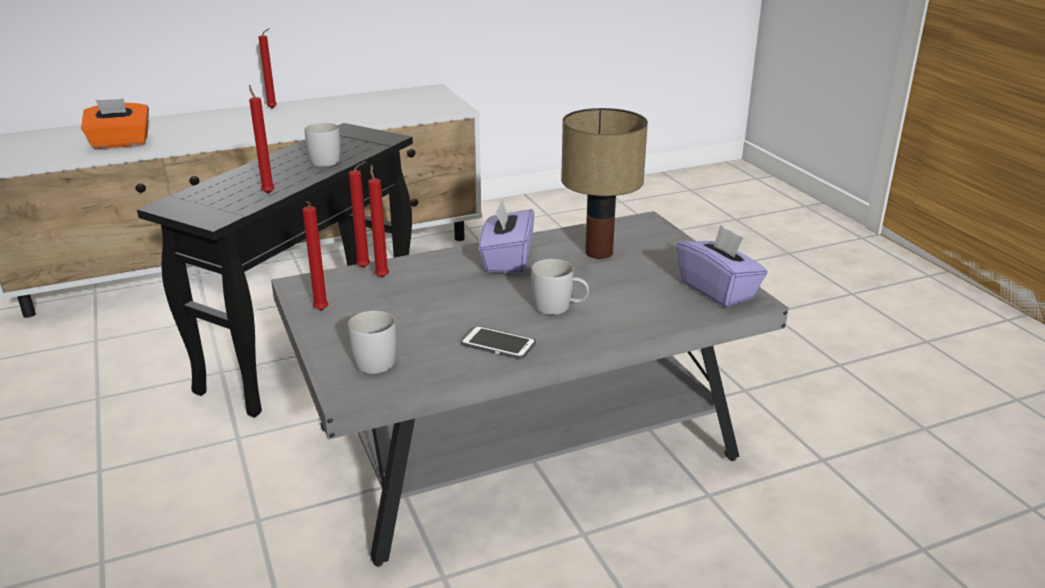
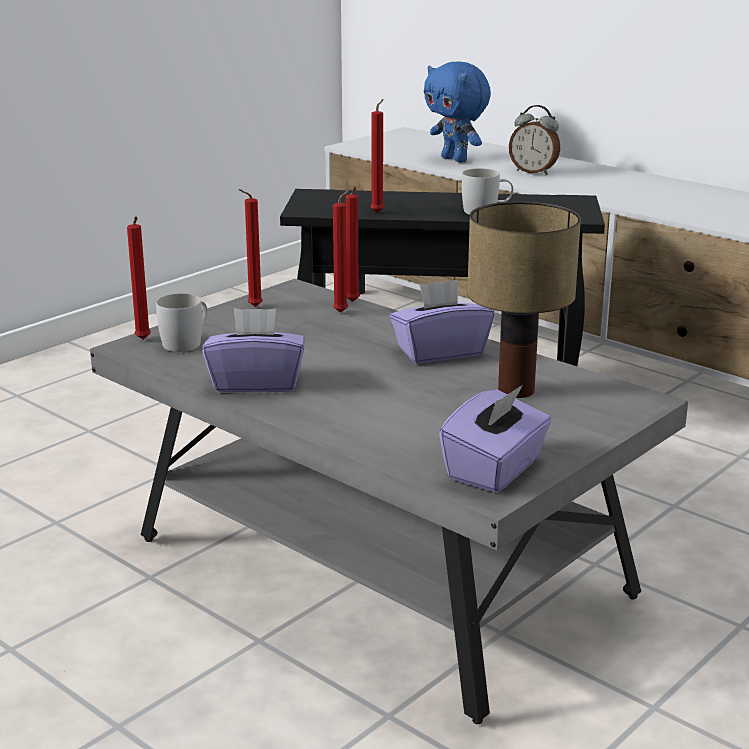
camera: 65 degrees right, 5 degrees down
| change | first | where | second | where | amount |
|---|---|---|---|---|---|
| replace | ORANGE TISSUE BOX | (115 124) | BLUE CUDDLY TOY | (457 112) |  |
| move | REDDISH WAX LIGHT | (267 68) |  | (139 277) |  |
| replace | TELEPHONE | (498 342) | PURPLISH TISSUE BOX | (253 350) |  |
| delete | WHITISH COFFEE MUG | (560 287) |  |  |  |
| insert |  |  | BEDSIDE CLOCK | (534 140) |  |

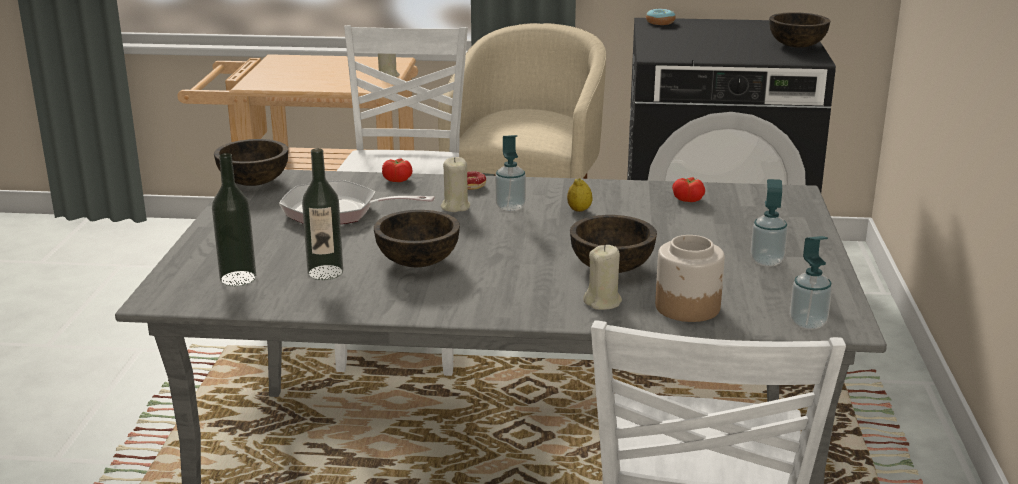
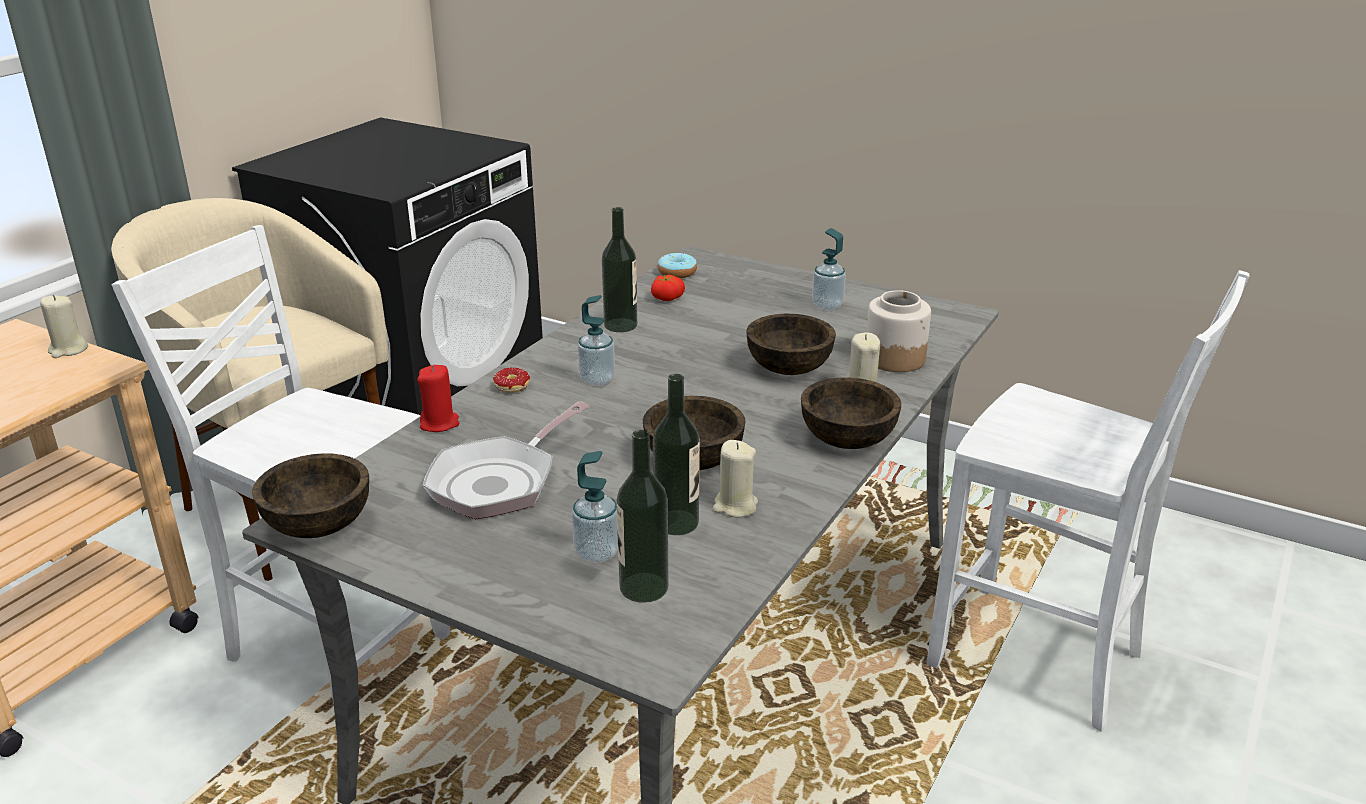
camera: 65 degrees left, 5 degrees up
| change | first | where | second | where | amount |
|---|---|---|---|---|---|
| replace | WHOLE TOMATO | (397 170) | REDDISH WAX LIGHT | (438 398) |  |
| move | BEIGE-COLOURED WAX LIGHT | (455 184) |  | (735 478) |  |
| delete | WHOLE LEMON | (580 195) |  |  |  |
| move | DONUT | (661 17) |  | (677 265) |  |
| move | BROWN DEEP DISH | (799 30) |  | (851 413) |  |
| move | SOAP BOTTLE | (811 283) |  | (595 507) |  |
| insert |  |  | DRINK BOTTLE | (619 269) |  |

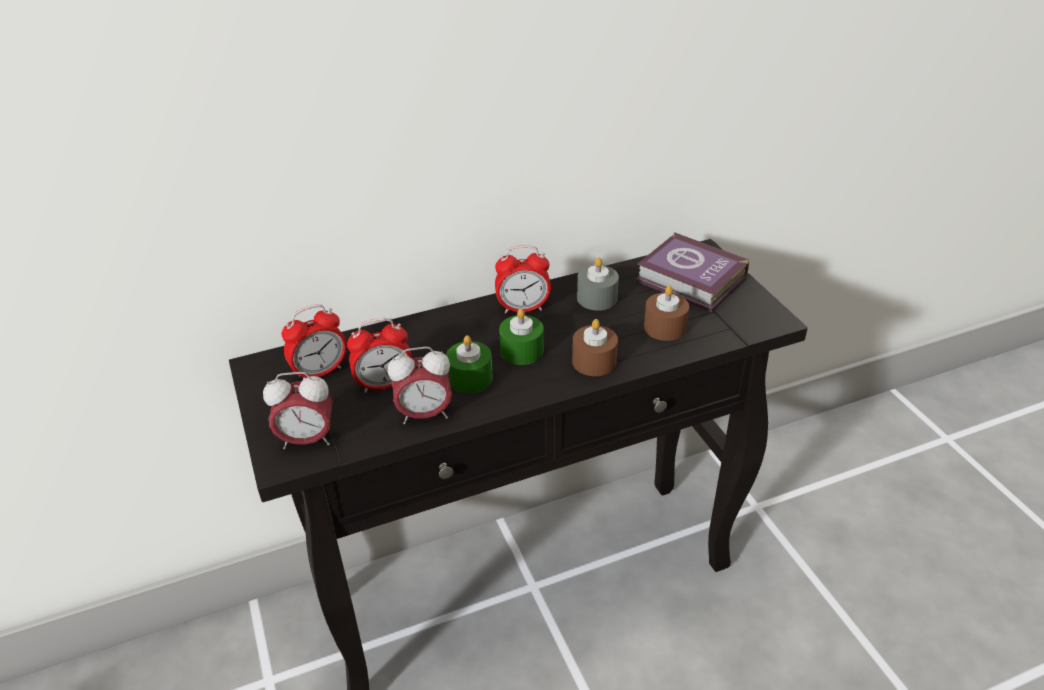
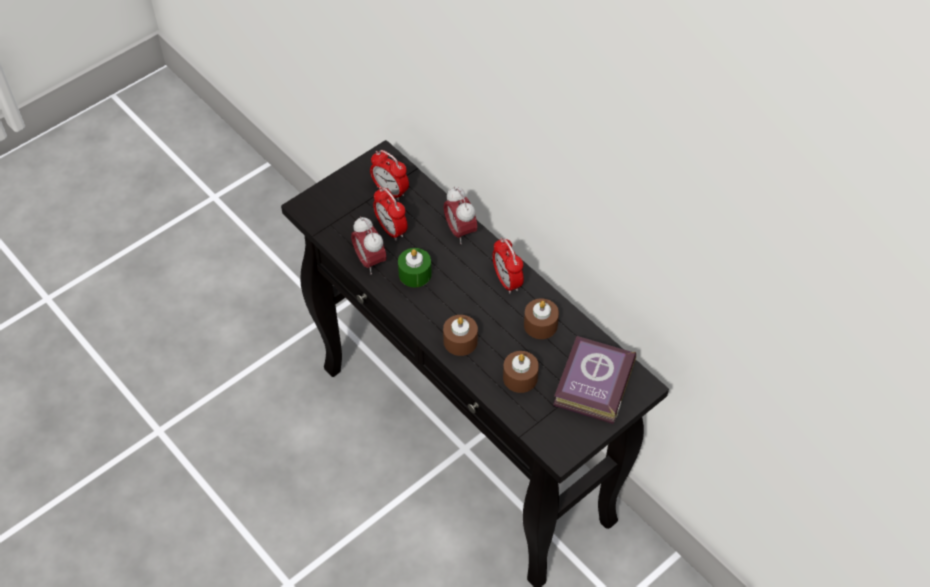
camera: 70 degrees right, 15 degrees up
| change | first | where | second | where | amount |
|---|---|---|---|---|---|
| move | BEDSIDE CLOCK | (298 410) |  | (460 215) |  |
| delete | GREEN WAX LIGHT | (521 336) |  |  |  |
| recolor | GREY WAX LIGHT | (598 284) | BROWN WAX LIGHT | (541 319) |  |

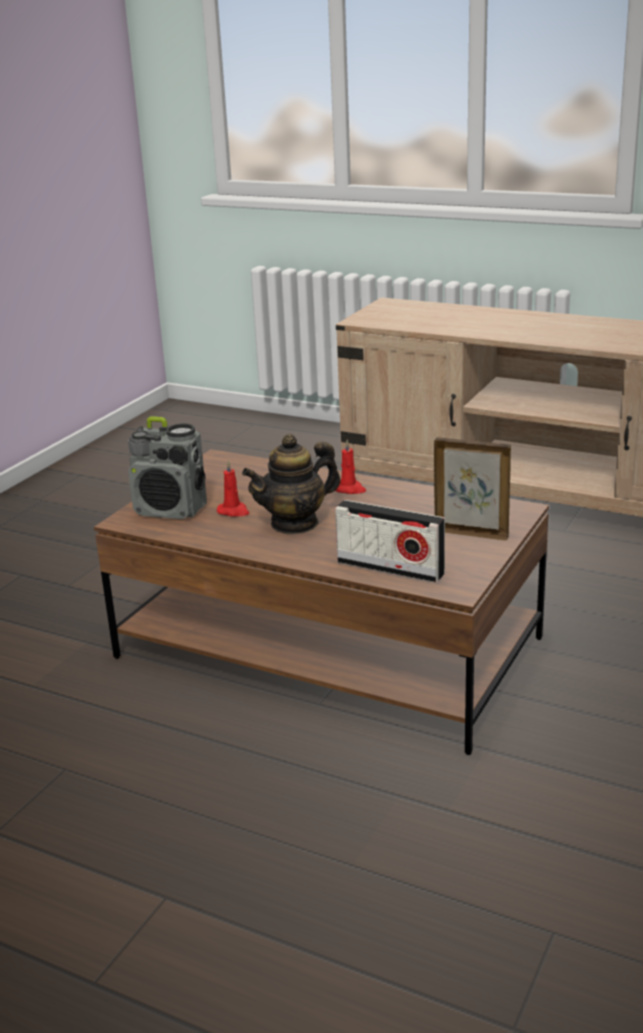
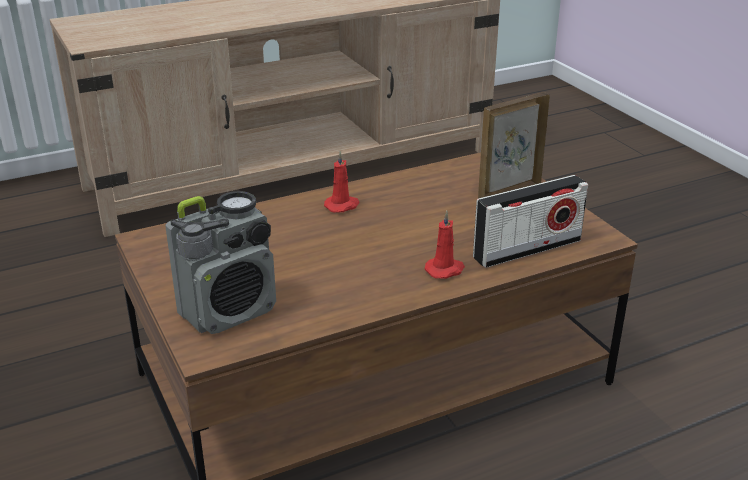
camera: 55 degrees left, 5 degrees up
| change | first | where | second | where | amount |
|---|---|---|---|---|---|
| move | REDDISH WAX LIGHT | (233 488) |  | (444 245) |  |
| delete | POT FOR TEA | (291 484) |  |  |  |

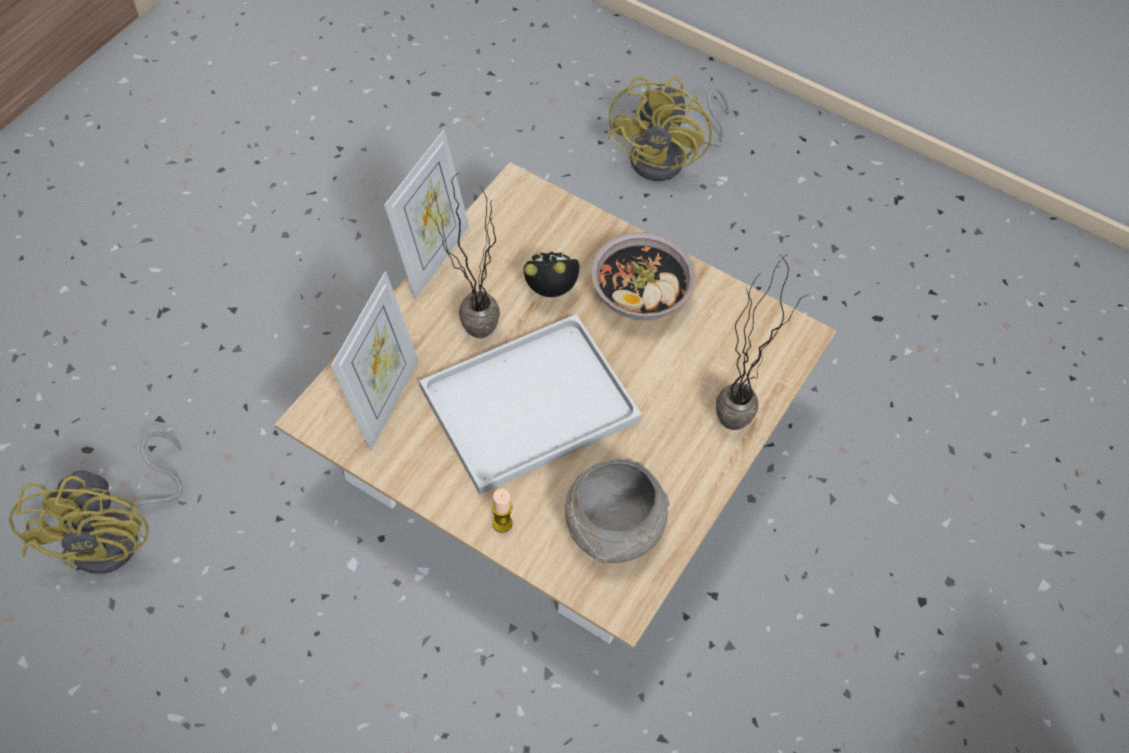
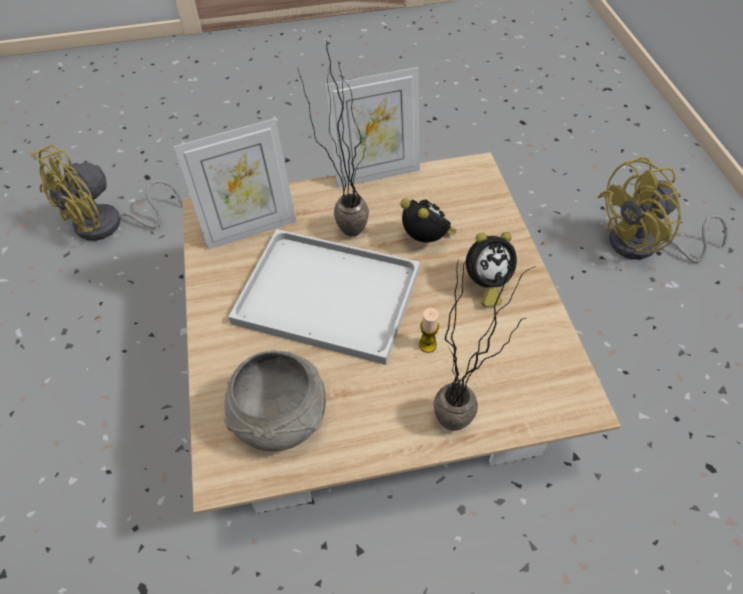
camera: 50 degrees right, 5 degrees down
| change | first | where | second | where | amount |
|---|---|---|---|---|---|
| move | WAX LIGHT | (502 511) |  | (429 330) |  |
| replace | DEEP DISH | (643 276) | BEDSIDE CLOCK | (491 269) |  |

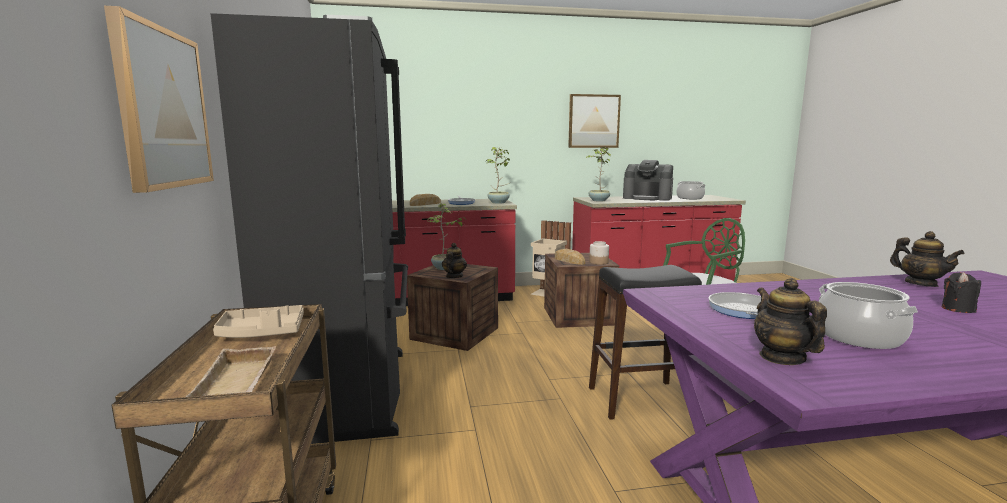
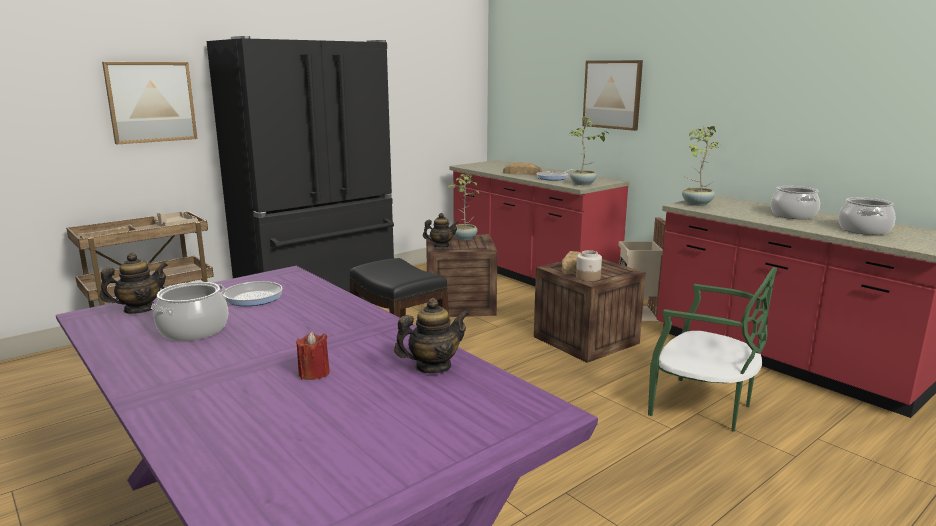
camera: 60 degrees right, 5 degrees up
| change | first | where | second | where | amount |
|---|---|---|---|---|---|
| move | PICTURE | (594 121) |  | (613 95) |  |
| replace | COFFEE MAKER | (648 180) | STOCKPOT | (795 202) |  |
| rotate | POT FOR TEA | (927 259) |  | (431 335) | 150 degrees counterclockwise |
| recolor | BLACK-COLOURED WAX LIGHT | (961 292) | REDDISH WAX LIGHT | (313 355) |  |

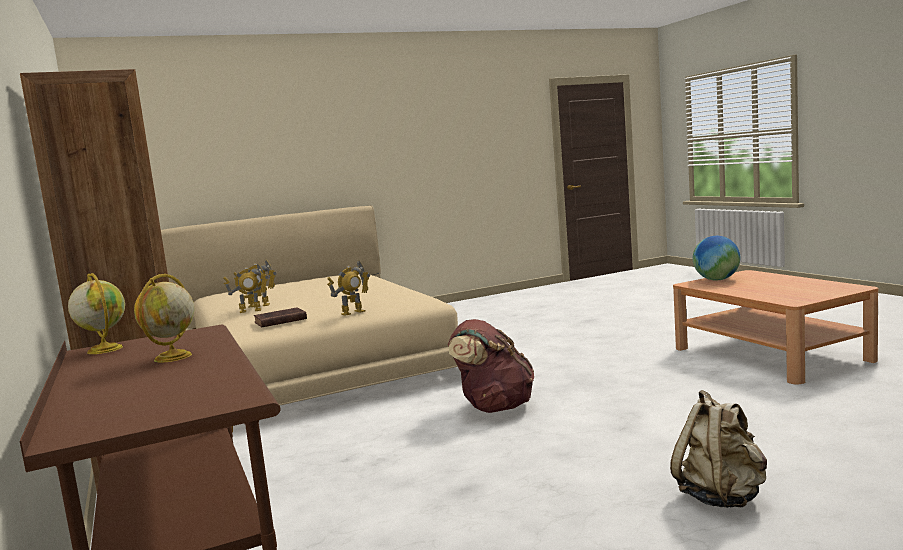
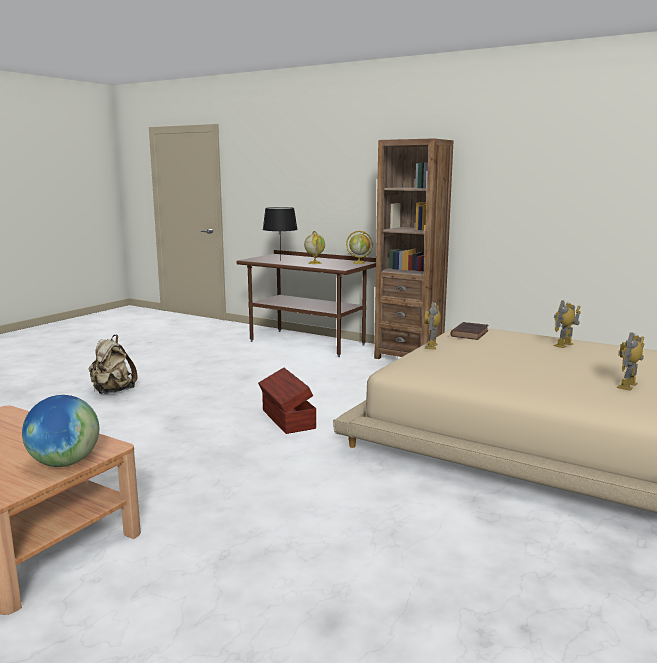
camera: 145 degrees right, 5 degrees up
| change | first | where | second | where | amount |
|---|---|---|---|---|---|
| move | MODEL ROBOT | (246 288) |  | (631 361) |  |
| replace | BROWN KNAPSACK | (491 366) | BROWN STORAGE CONTAINER | (287 401) |  |
| insert |  |  | BLACK-COLOURED TABLE LAMP | (280 234) |  |

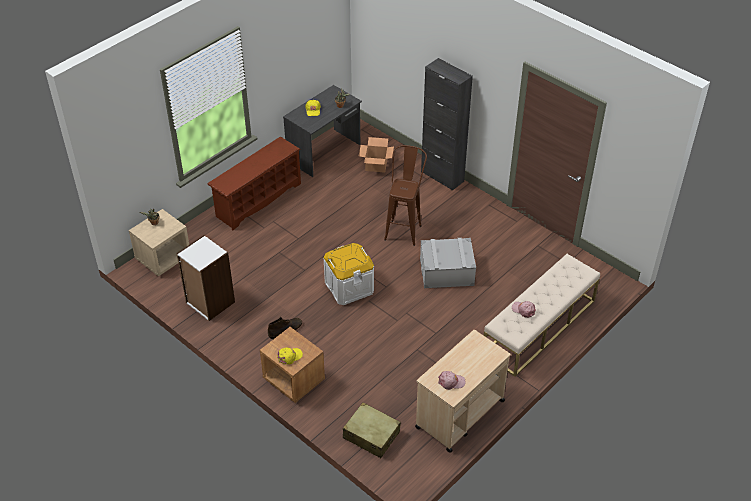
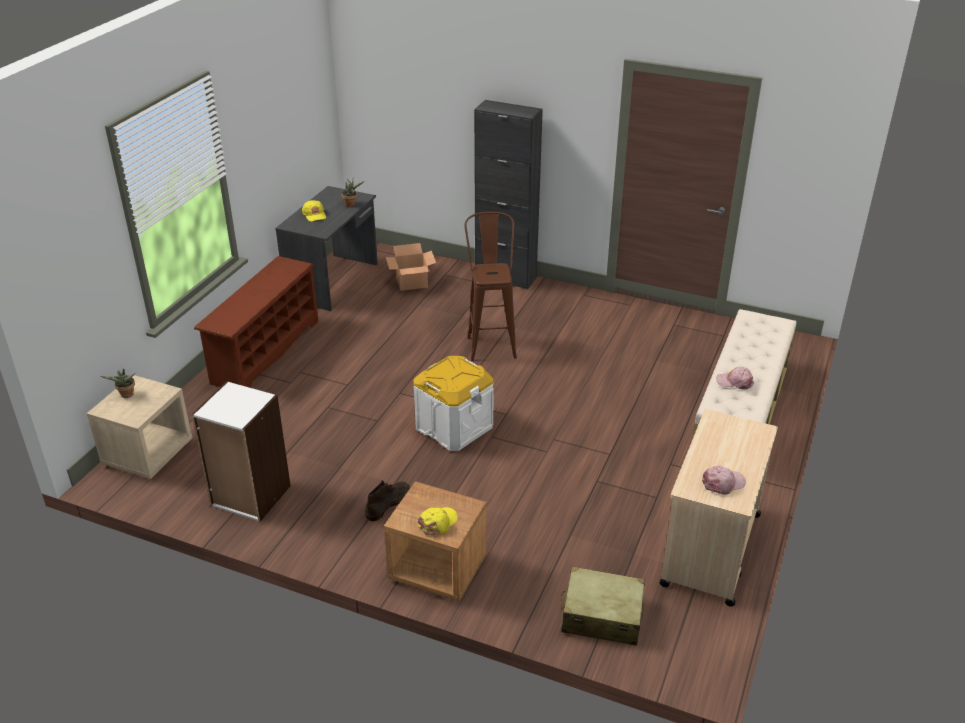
camera: 20 degrees left, 10 degrees down
| change | first | where | second | where | amount |
|---|---|---|---|---|---|
| delete | GREY STORAGE CONTAINER | (448 263) |  |  |  |

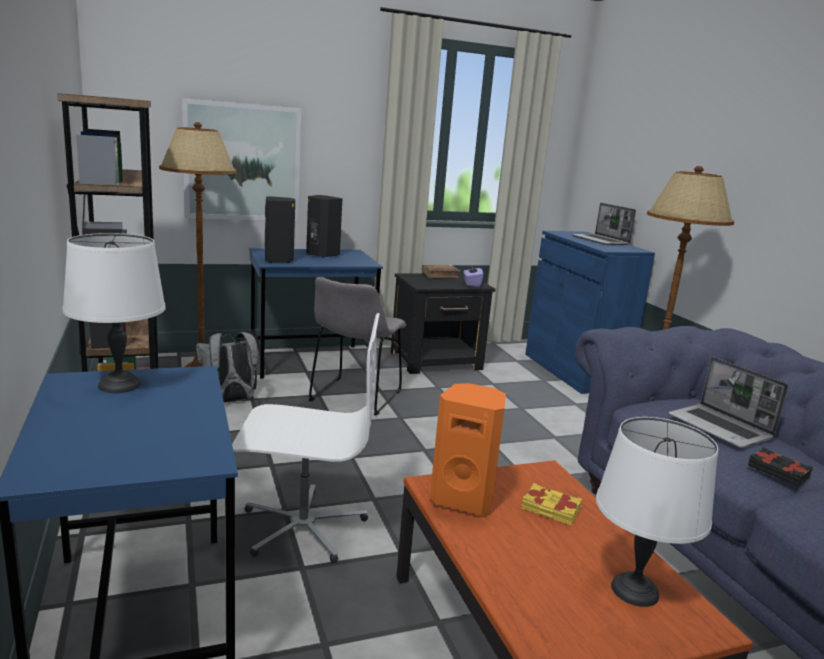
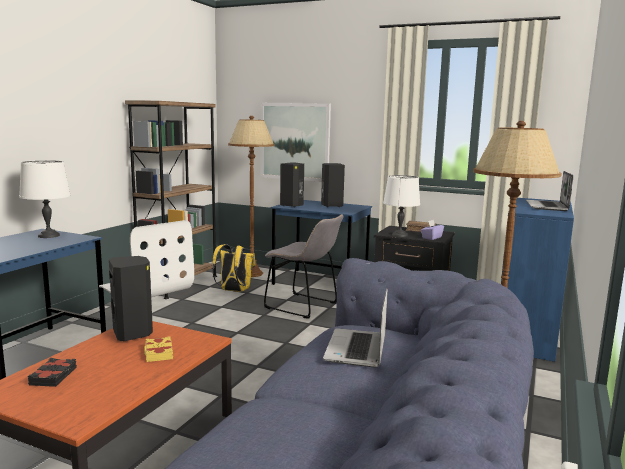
camera: 45 degrees right, 5 degrees down
| change | first | where | second | where | amount |
|---|---|---|---|---|---|
| recolor | GREY KNAPSACK | (227 367) | YELLOW-COLOURED KNAPSACK | (233 268) |  |
| rotate | GREY CHAIR | (357 346) |  | (304 266) | 120 degrees counterclockwise |
| recolor | ORANGE AUDIO SPEAKER | (468 449) | BLACK-COLOURED AUDIO SPEAKER | (131 298) |  |
| move | WHITISH TABLE LAMP | (657 512) |  | (401 206) |  |
| move | BLACK-COLOURED BOOK | (780 466) |  | (52 372) |  |

